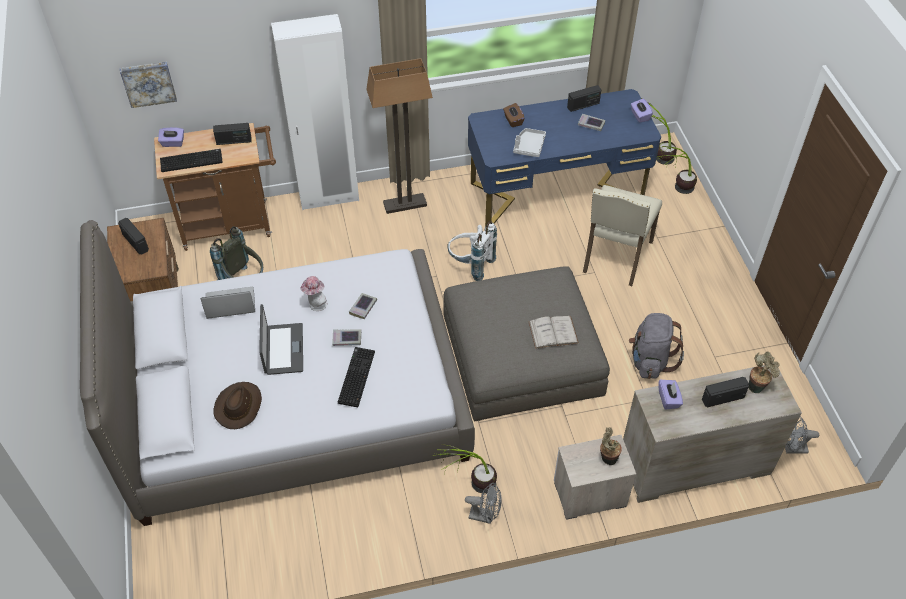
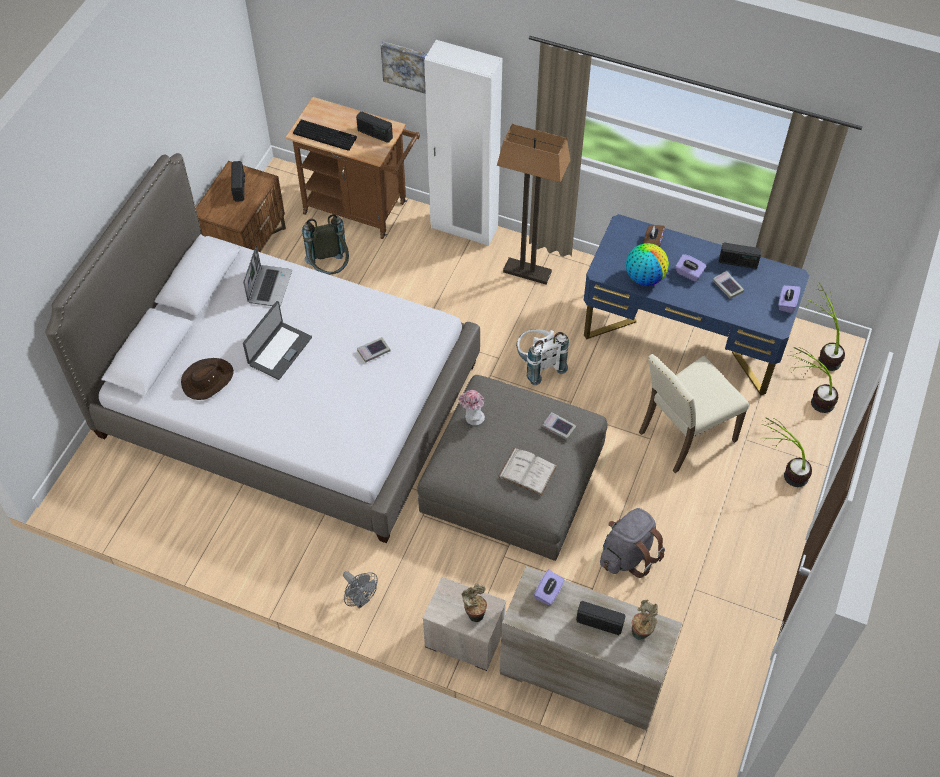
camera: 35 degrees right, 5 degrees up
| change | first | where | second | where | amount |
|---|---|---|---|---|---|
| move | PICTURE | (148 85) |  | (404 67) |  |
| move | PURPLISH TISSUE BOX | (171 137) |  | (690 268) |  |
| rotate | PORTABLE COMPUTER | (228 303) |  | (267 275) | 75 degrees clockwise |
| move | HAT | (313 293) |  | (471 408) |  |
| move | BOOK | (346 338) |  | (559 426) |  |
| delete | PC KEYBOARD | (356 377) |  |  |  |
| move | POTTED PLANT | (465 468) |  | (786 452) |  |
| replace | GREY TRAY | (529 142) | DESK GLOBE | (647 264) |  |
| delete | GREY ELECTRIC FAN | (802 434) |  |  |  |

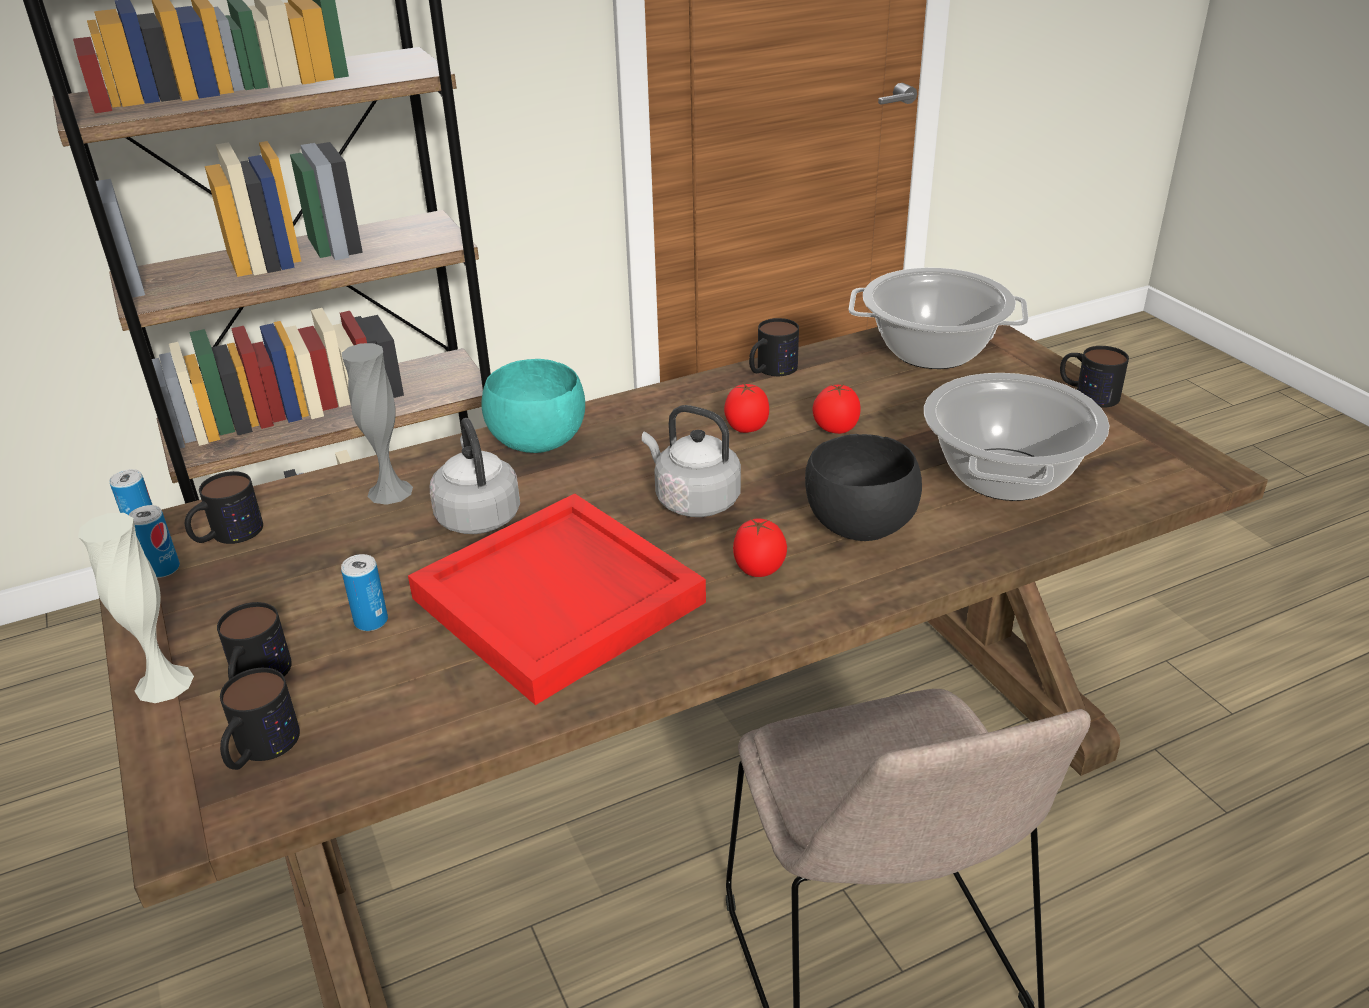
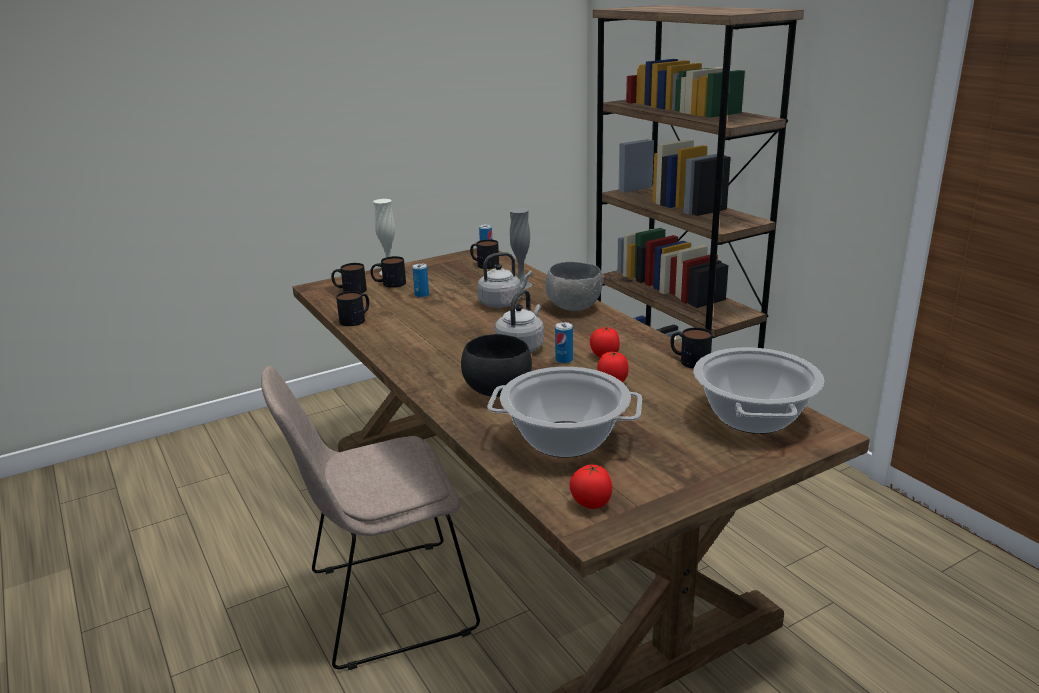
camera: 85 degrees right, 10 degrees down
| change | first | where | second | where | amount |
|---|---|---|---|---|---|
| move | CAN | (154 541) |  | (564 343) |  |
| delete | REDDISH TRAY | (557 599) |  |  |  |
| recolor | BLUE-GREEN DEEP DISH | (533 406) | GREY DEEP DISH | (574 286) |  |
| move | WHOLE TOMATO | (760 547) |  | (590 486) |  |
| move | COFFEE MUG | (1094 377) |  | (352 308) |  |

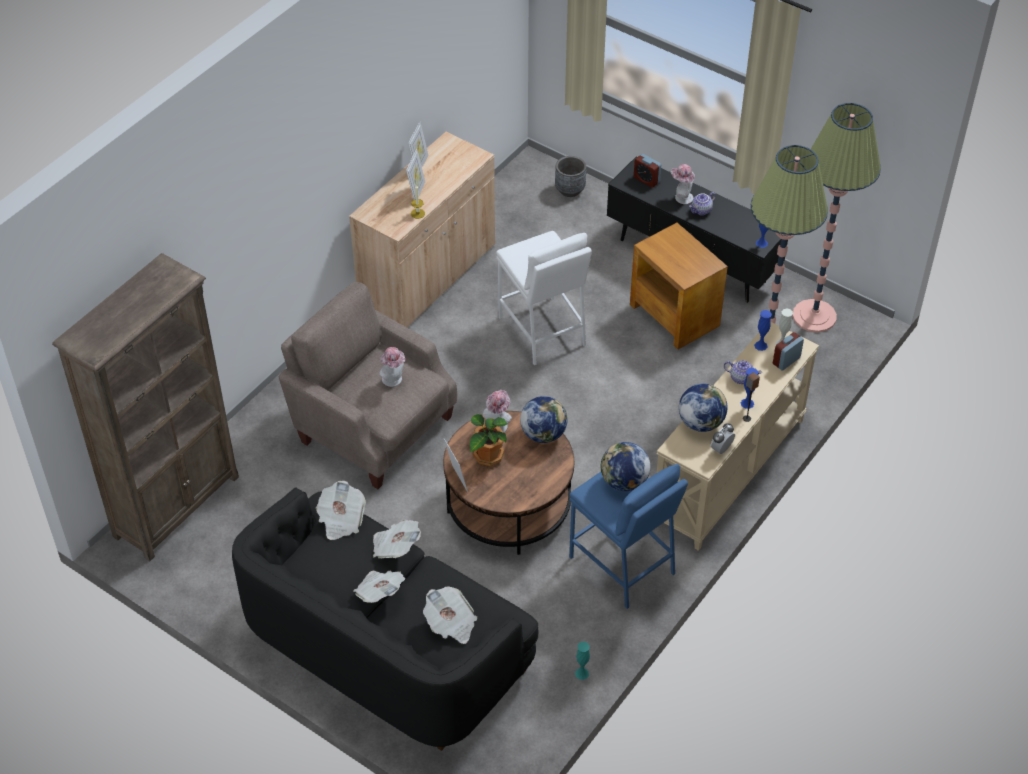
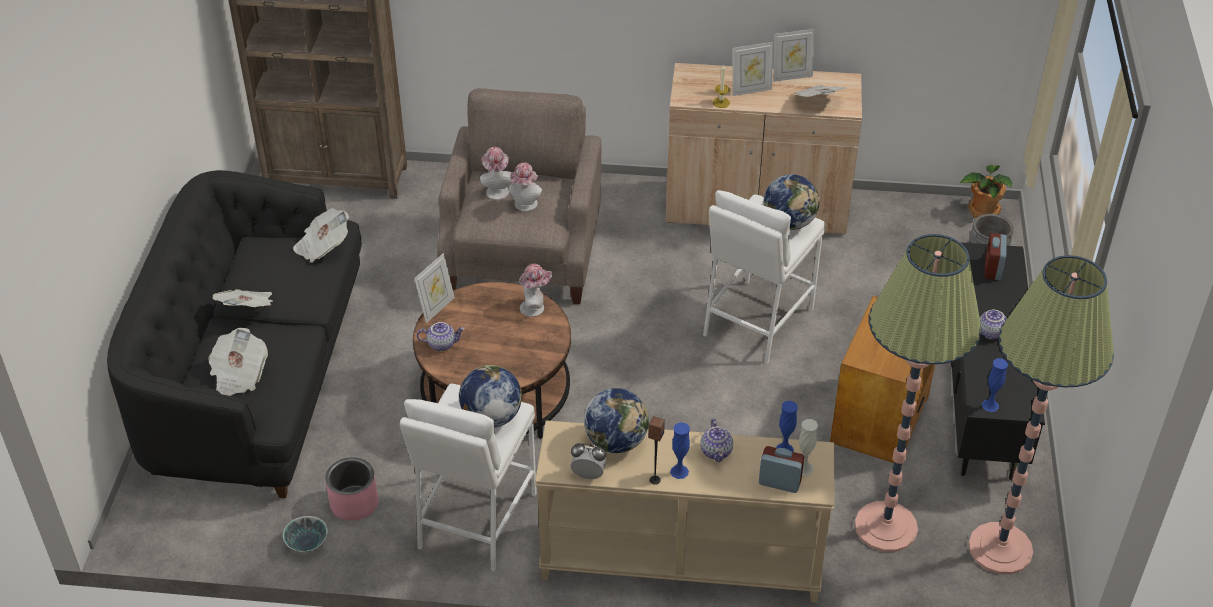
camera: 60 degrees right, 5 degrees down
| change | first | where | second | where | amount |
|---|---|---|---|---|---|
| move | PRINTED PAPER | (397 539) |  | (820 91) |  |
| move | POTTED PLANT | (489 440) |  | (986 191) |  |
| move | DESK GLOBE | (544 419) |  | (791 202) |  |
| recolor | BLUE SITTING STOOL | (628 536) | WHITISH SITTING STOOL | (468 478) |  |
| replace | BLUE-GREEN VASE | (582 661) | DEEP DISH | (305 534) |  |
| move | HAT | (683 184) |  | (496 173) |  |
| insert |  |  | PINK-COLOURED FLOWER POT | (351 489) |  |
| insert |  |  | POT FOR TEA | (441 336) |  |

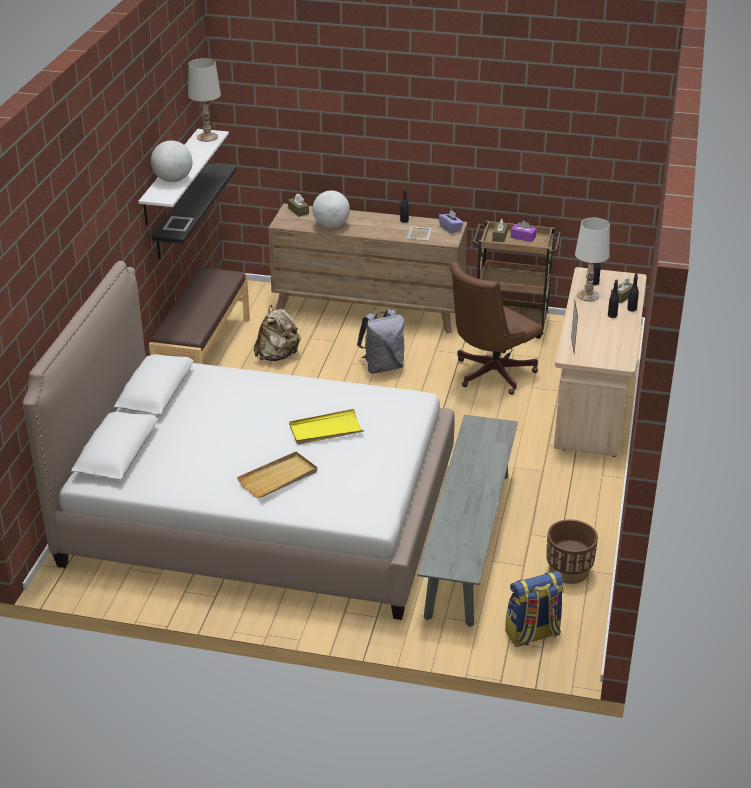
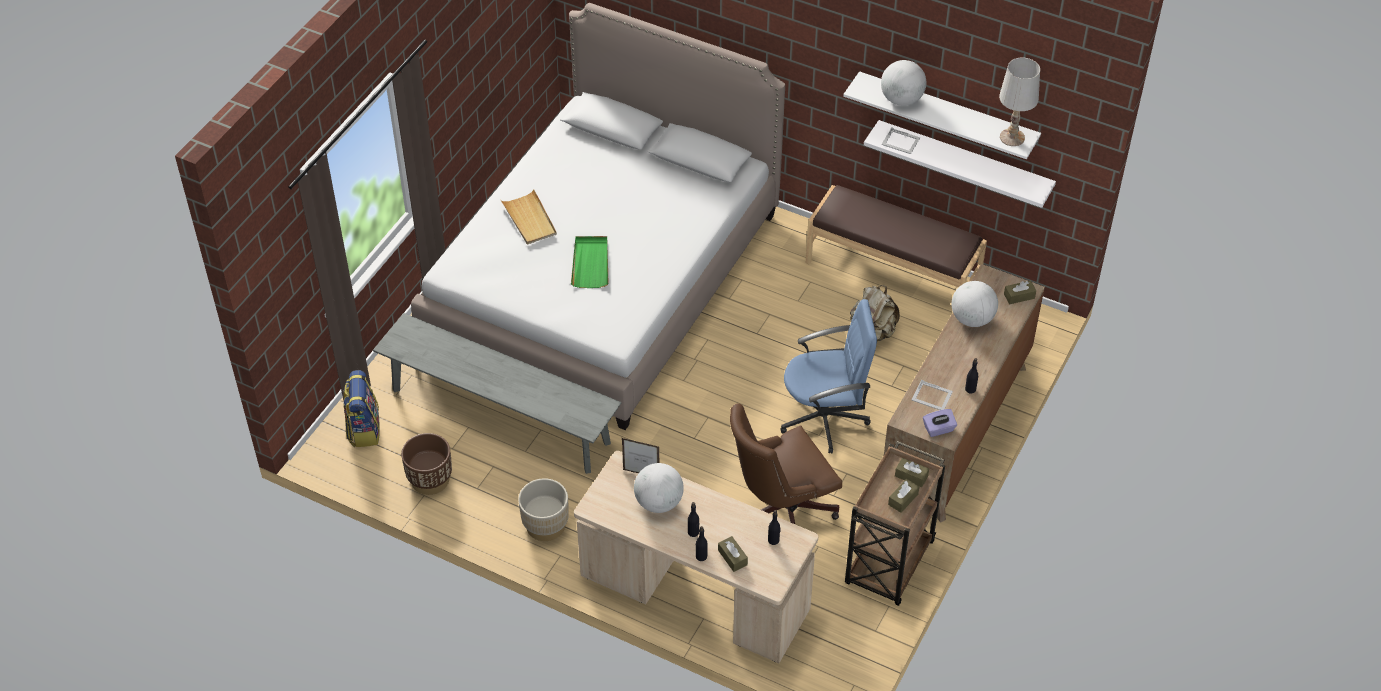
camera: 105 degrees right, 15 degrees up
| change | first | where | second | where | amount |
|---|---|---|---|---|---|
| recolor | BLACK-COLOURED BRACKET SHELF | (194 211) | WHITISH BRACKET SHELF | (960 164) |  |
| recolor | YELLOW-COLOURED TRAY | (326 427) | GREEN TRAY | (590 262) |  |
| replace | GREY KNAPSACK | (380 341) | BLUE DESK CHAIR | (829 376) |  |
| rotate | BROWN DESK CHAIR | (496 328) |  | (786 463) | 90 degrees counterclockwise |
| recolor | PURPLISH TISSUE BOX | (524 231) | BROWN TISSUE BOX | (903 496) |  |
| delete | WHITISH TABLE LAMP | (592 259) |  |  |  |
| insert |  |  | BEIGE-COLOURED FLOWER POT | (543 509) |  |
| insert |  |  | DESK GLOBE | (659 488) |  |

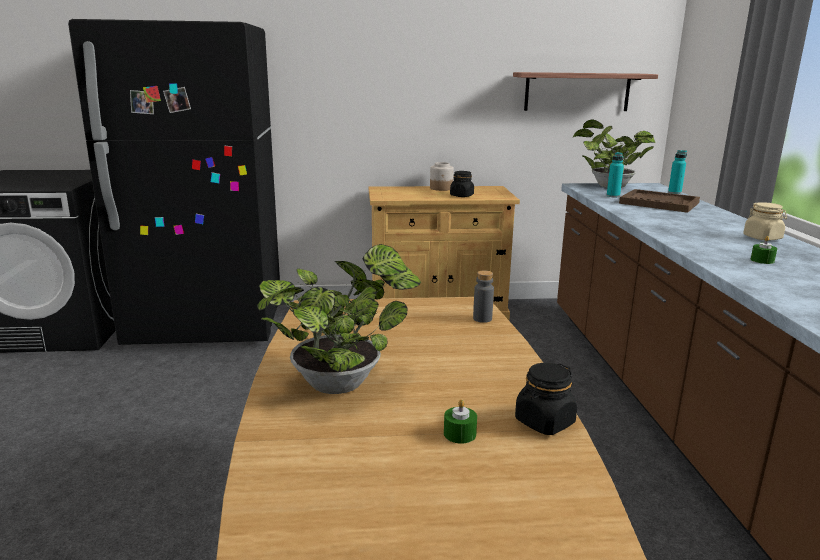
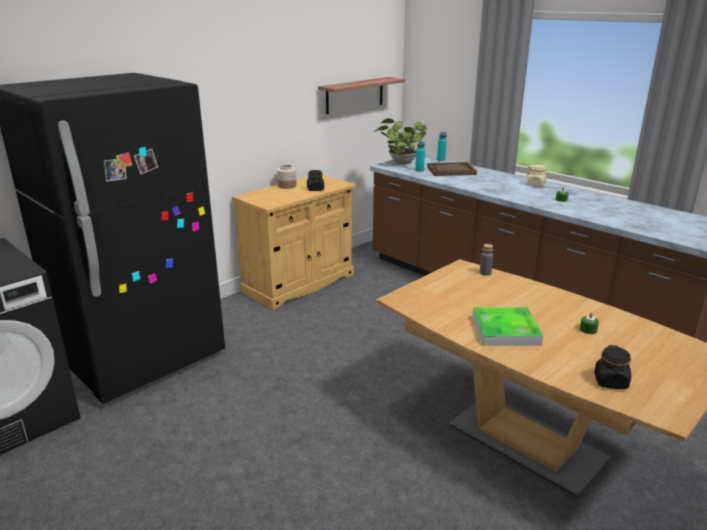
camera: 40 degrees left, 5 degrees up
| change | first | where | second | where | amount |
|---|---|---|---|---|---|
| replace | POTTED PLANT | (339 319) | TRAY | (507 326) |  |
| move | BLACK-COLOURED STORAGE JAR | (546 399) |  | (612 367) |  |

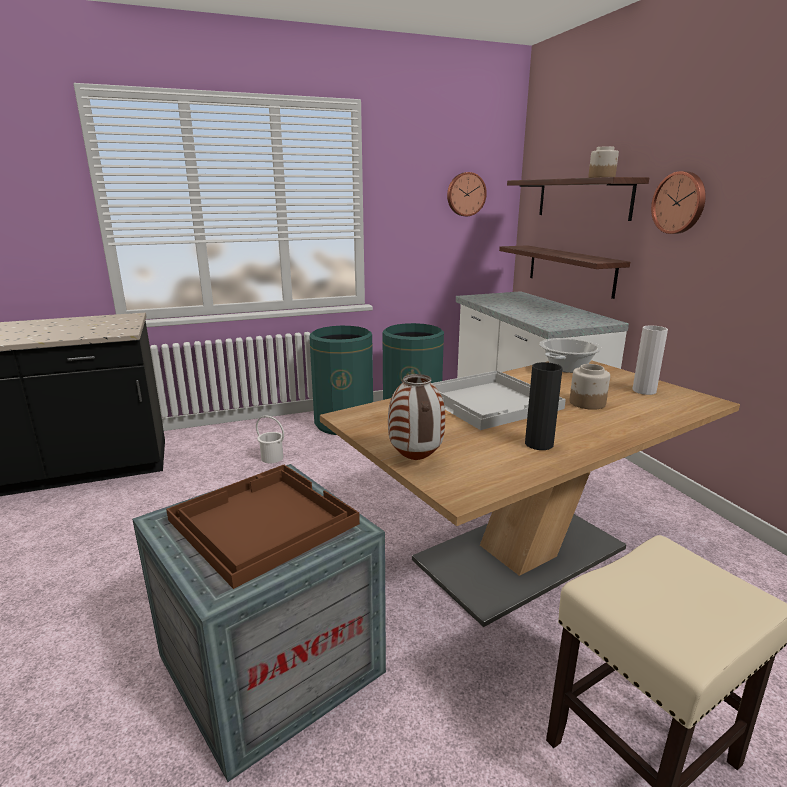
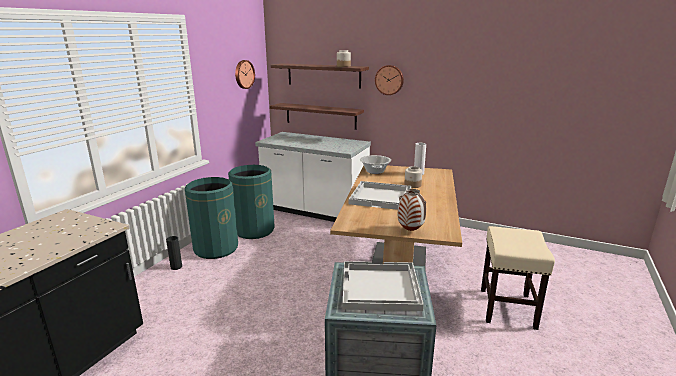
camera: 45 degrees left, 0 degrees up
| change | first | where | second | where | amount |
|---|---|---|---|---|---|
| recolor | BROWN TRAY | (263 527) | WHITISH TRAY | (383 286) |  |
| delete | WHITISH BUCKET | (270 439) |  |  |  |
| move | BLACK-COLOURED VASE | (544 406) |  | (174 253) |  |

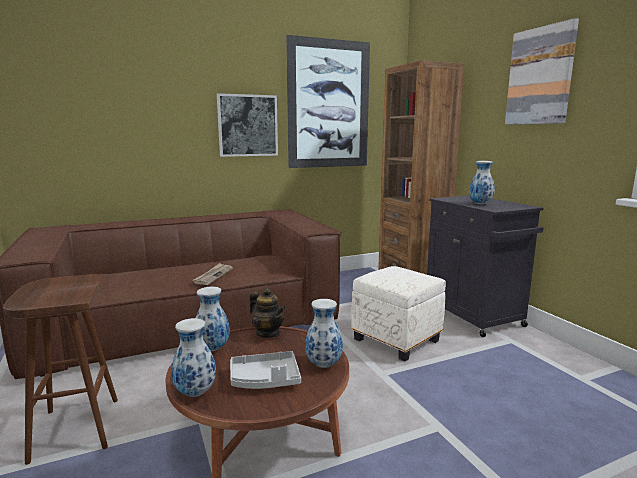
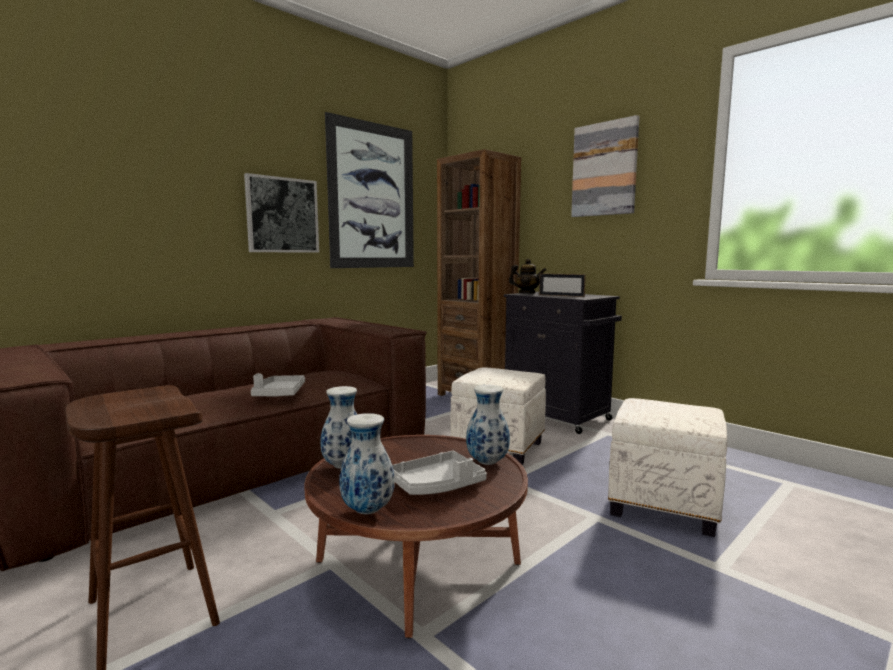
camera: 20 degrees left, 5 degrees down
| change | first | where | second | where | amount |
|---|---|---|---|---|---|
| replace | PRINTED PAPER | (213 274) | GREY TRAY | (278 385) |  |
| move | POT FOR TEA | (268 313) |  | (527 276) |  |
| replace | VASE | (482 182) | PICTURE FRAME | (562 285) |  |
| insert |  |  | WHITISH FOOTREST | (667 467) |  |

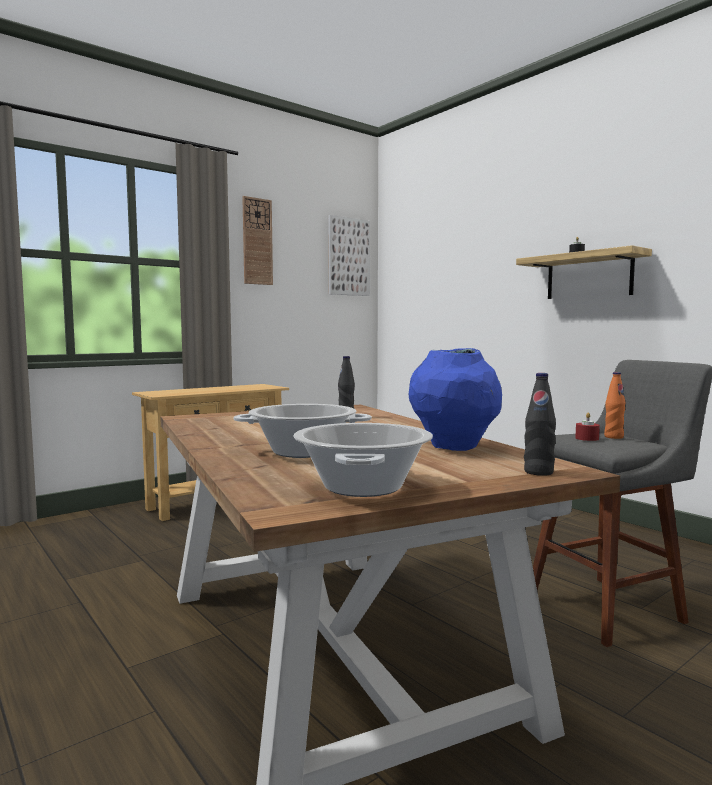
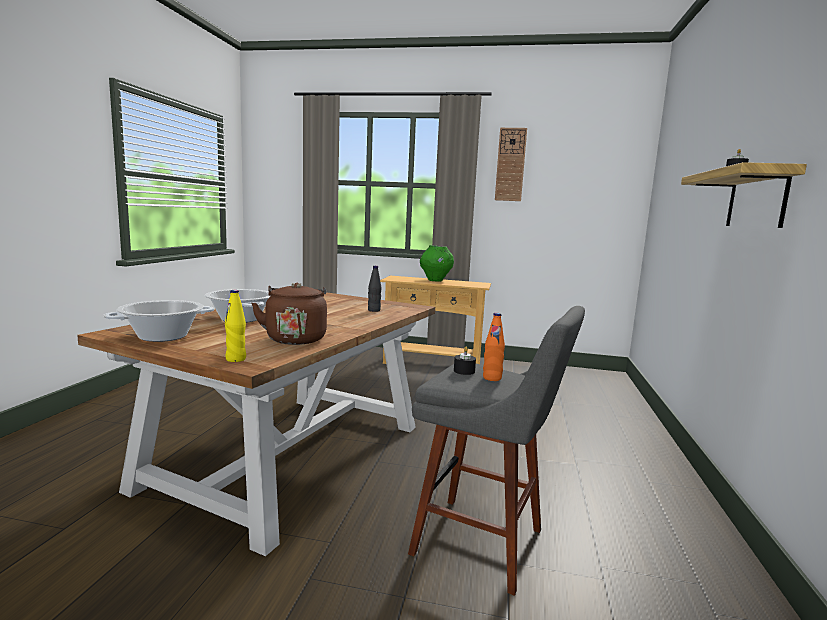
camera: 50 degrees right, 5 degrees up
| change | first | where | second | where | amount |
|---|---|---|---|---|---|
| delete | PICTURE | (349 255) |  |  |  |
| replace | BLUE VASE | (455 399) | BROWN KETTLE | (289 314) |  |
| recolor | BLACK-COLOURED DRINK BOTTLE | (540 424) | YELLOW-COLOURED DRINK BOTTLE | (235 326) |  |
| recolor | REDDISH WAX LIGHT | (587 427) | BLACK-COLOURED WAX LIGHT | (465 361) |  |
| insert |  |  | GREEN VASE | (437 263) |  |

